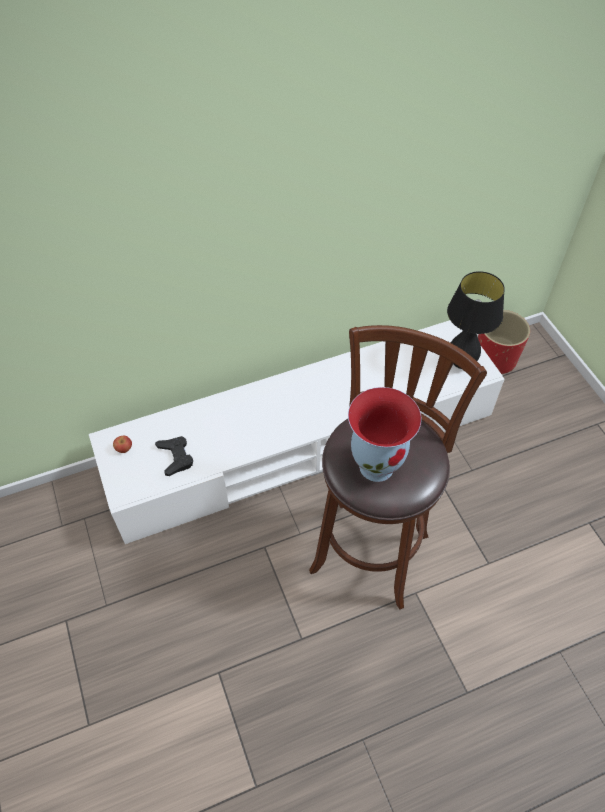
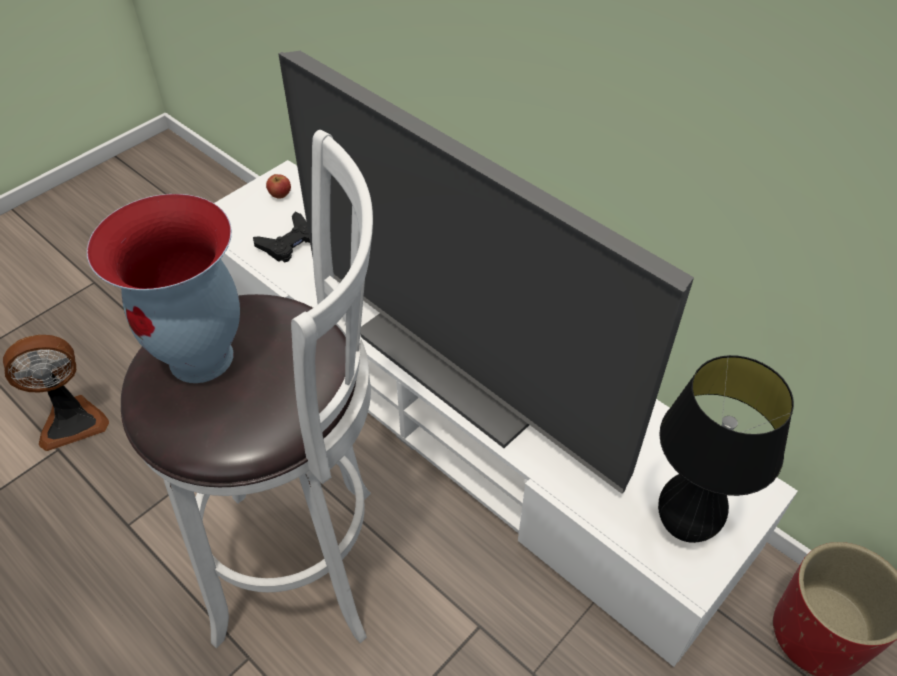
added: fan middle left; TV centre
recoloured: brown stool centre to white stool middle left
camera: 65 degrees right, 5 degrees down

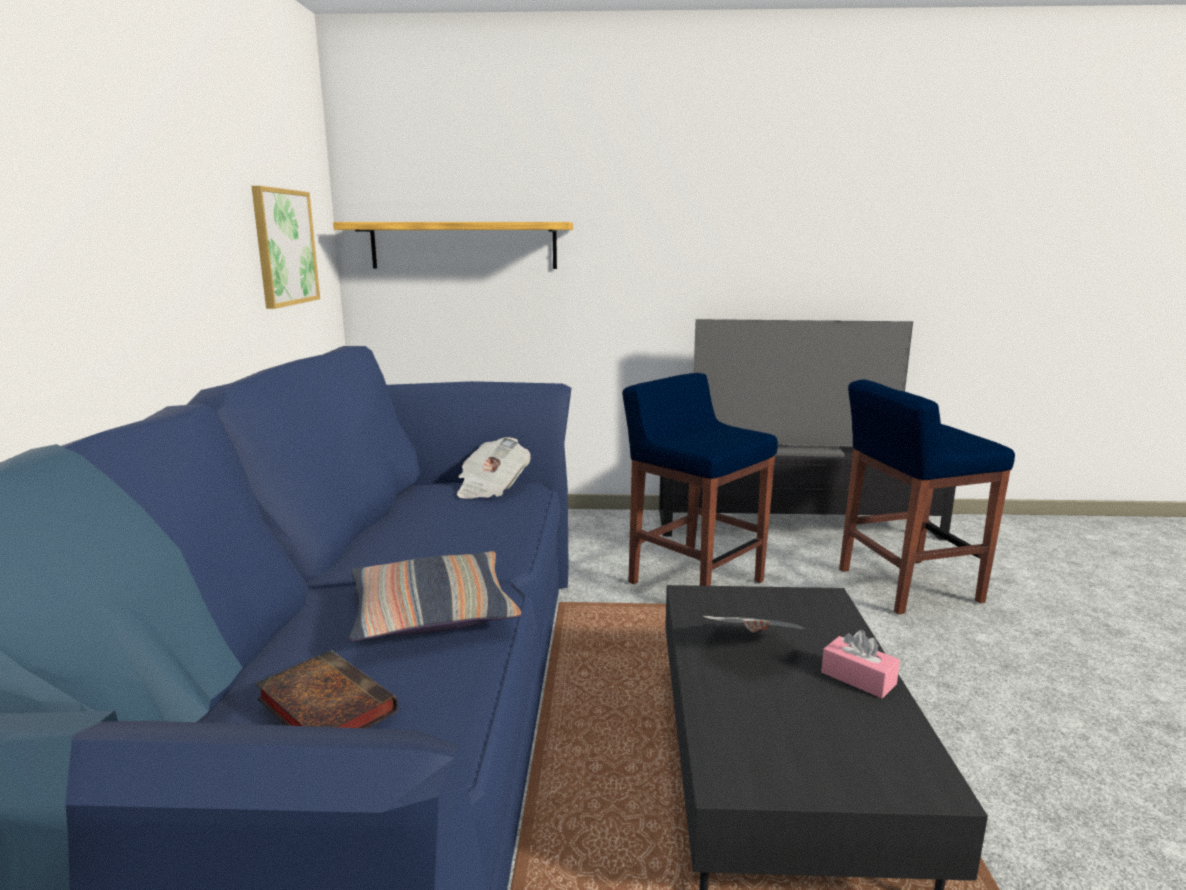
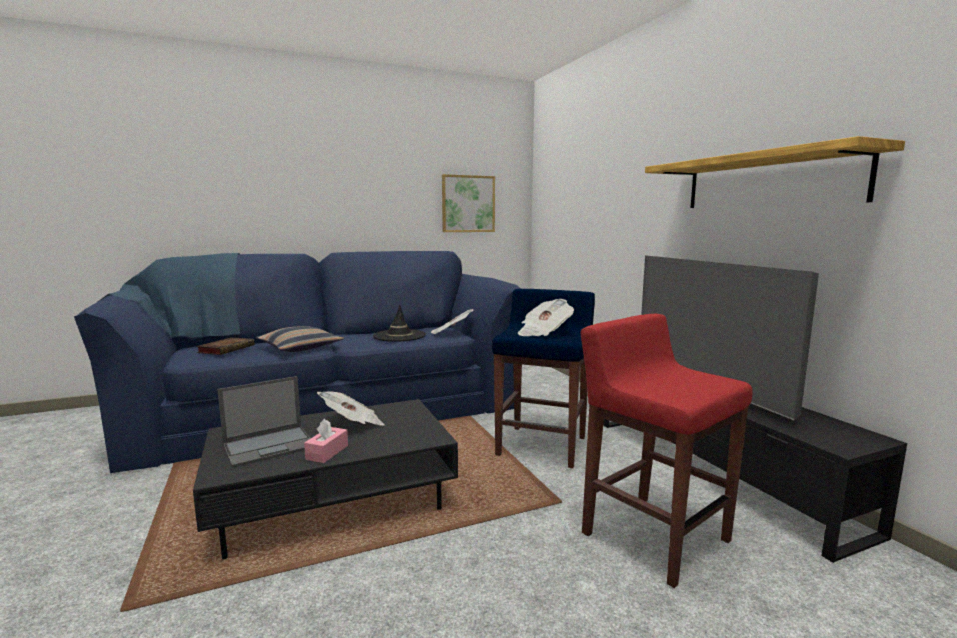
added: laptop middle left; black-coloured hat centre; newspaper (3rd from left) centre
moved: wall shelf top centre to top right
recoloured: blue stool (2nd from left) middle right to reddish stool bottom right
camera: 65 degrees right, 5 degrees down

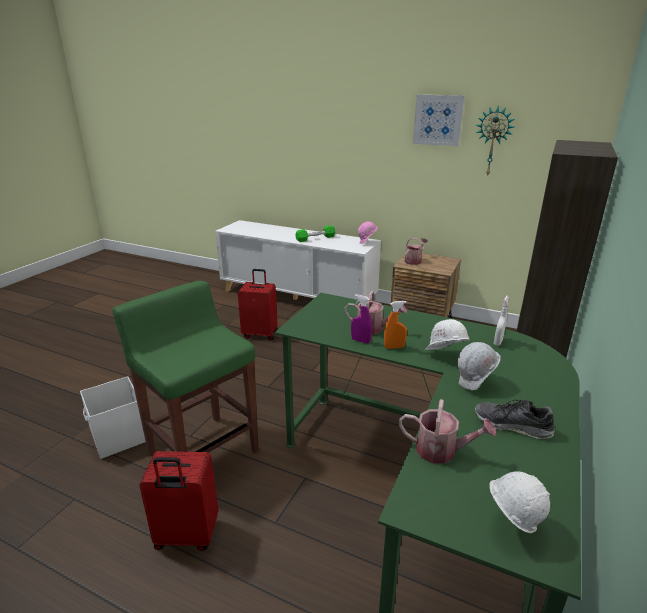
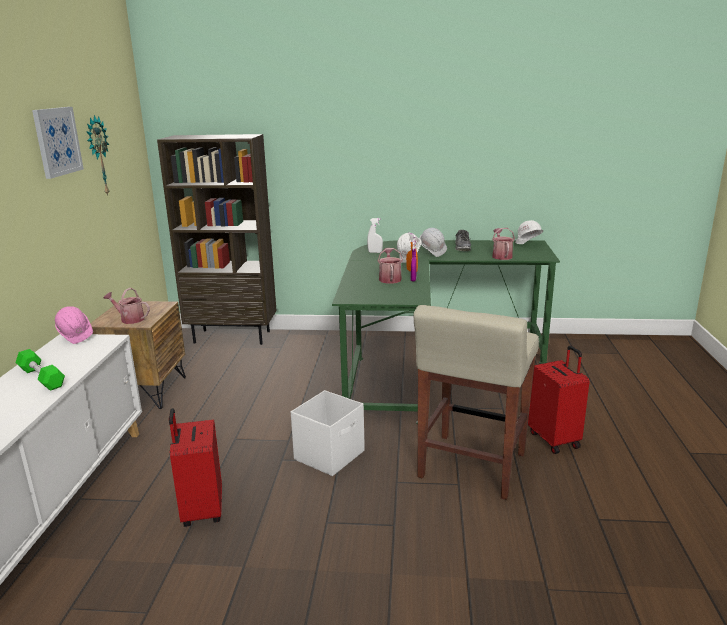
moved: white storage box bottom left to bottom centre
recoloured: greenish stool middle left to beige-coloured stool centre
camera: 110 degrees left, 5 degrees down

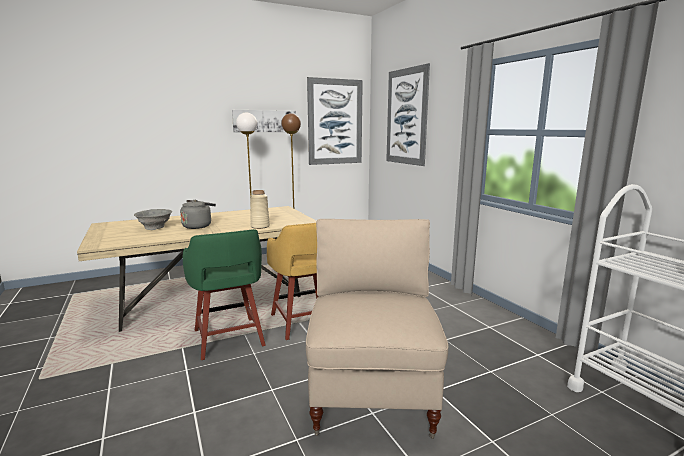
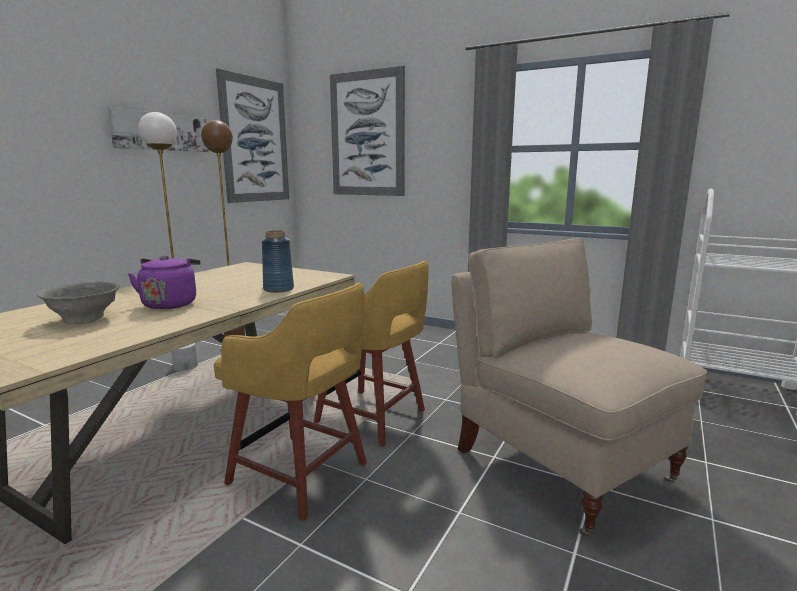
recoloured: gray water kettle middle left to purplish water kettle middle left; greenish stool middle left to yellowish stool (1st from left) bottom centre; beige-coloured decorative vase centre to blue decorative vase centre
camera: 35 degrees left, 0 degrees up

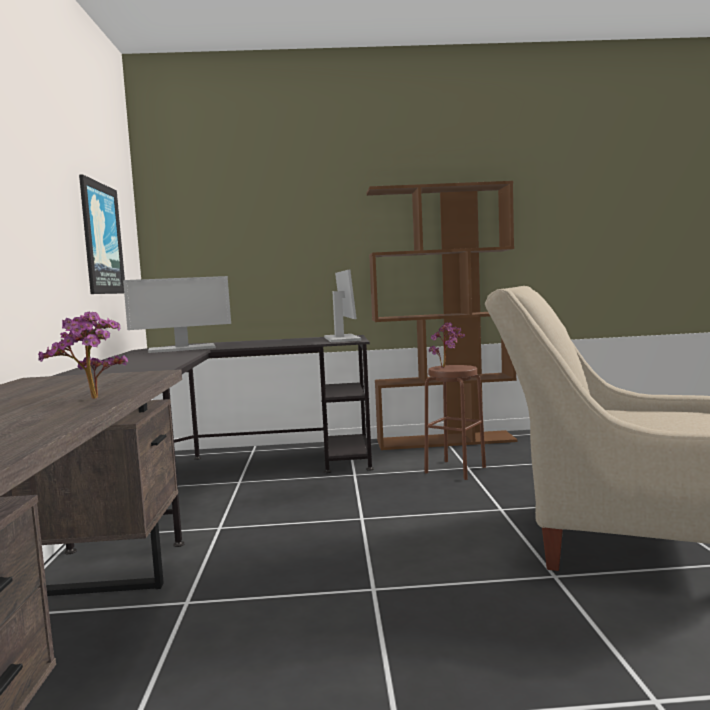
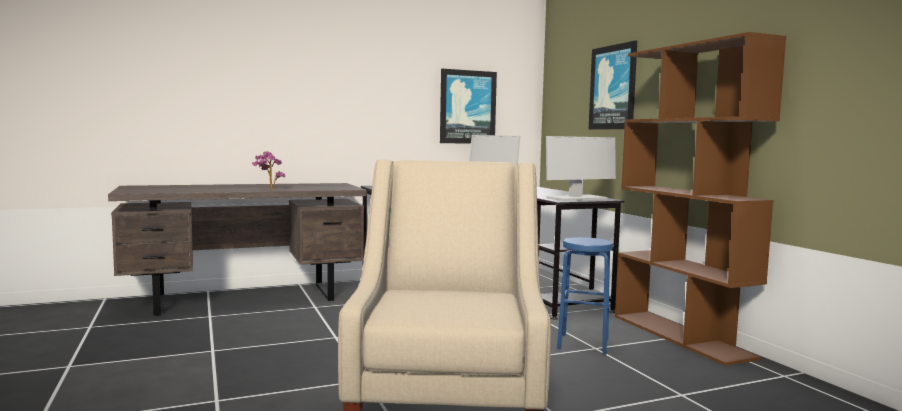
removed: plant in a pot (2nd from left) centre
added: picture (2nd from left) top right
recoloured: brown stool centre to blue stool bottom centre
camera: 70 degrees right, 0 degrees up

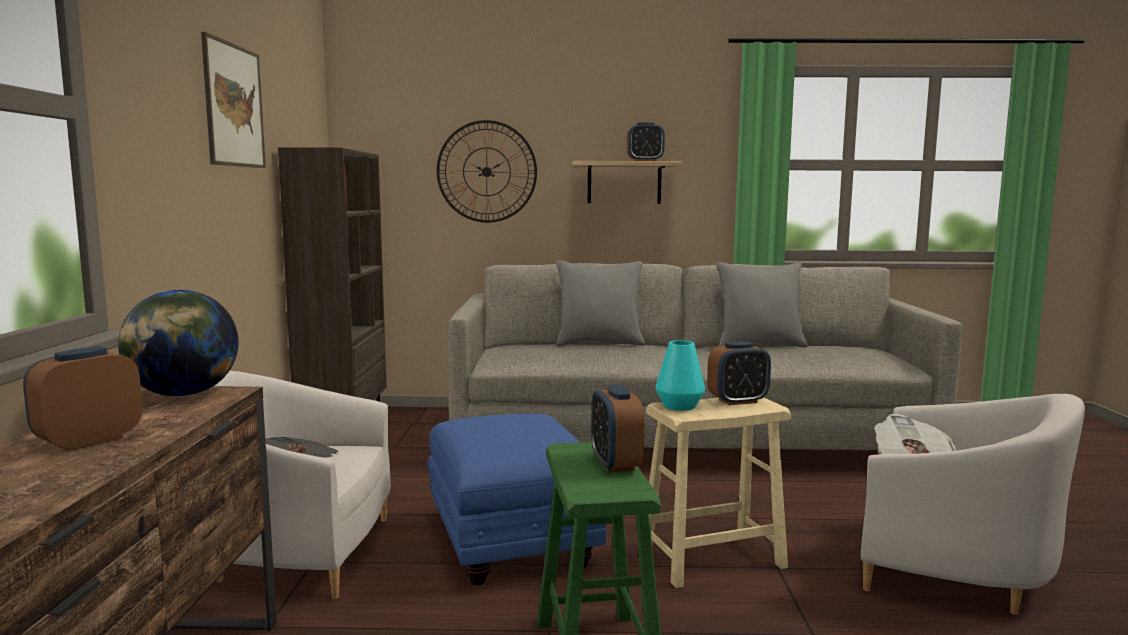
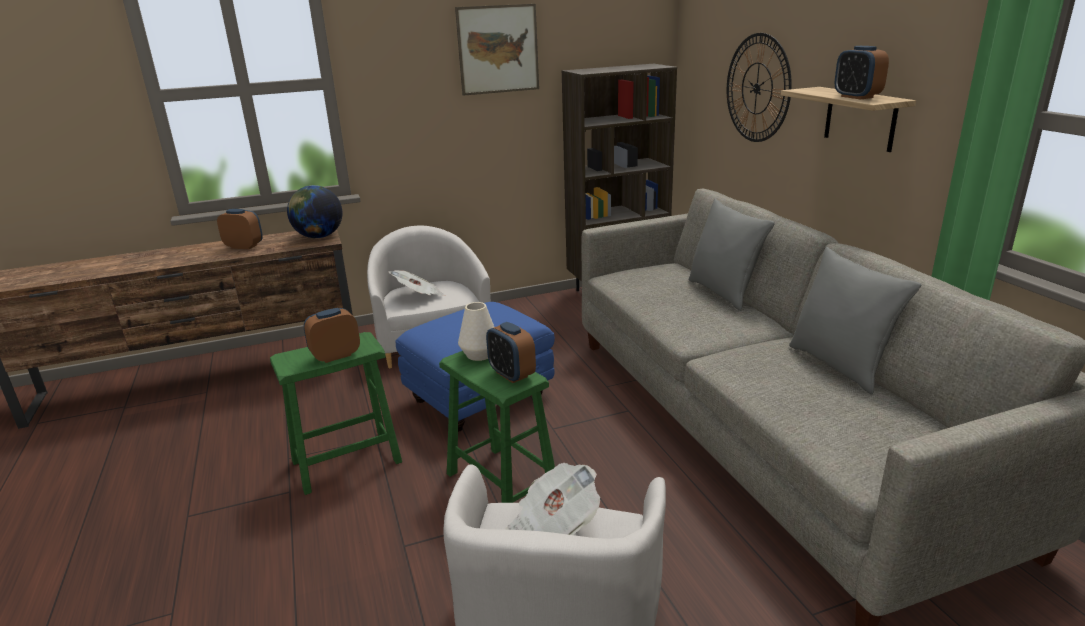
recoloured: beige-coloured stool bottom centre to greenish stool (2nd from left) bottom centre; turquoise-coloured decorative vase centre to white decorative vase centre
camera: 70 degrees right, 15 degrees up

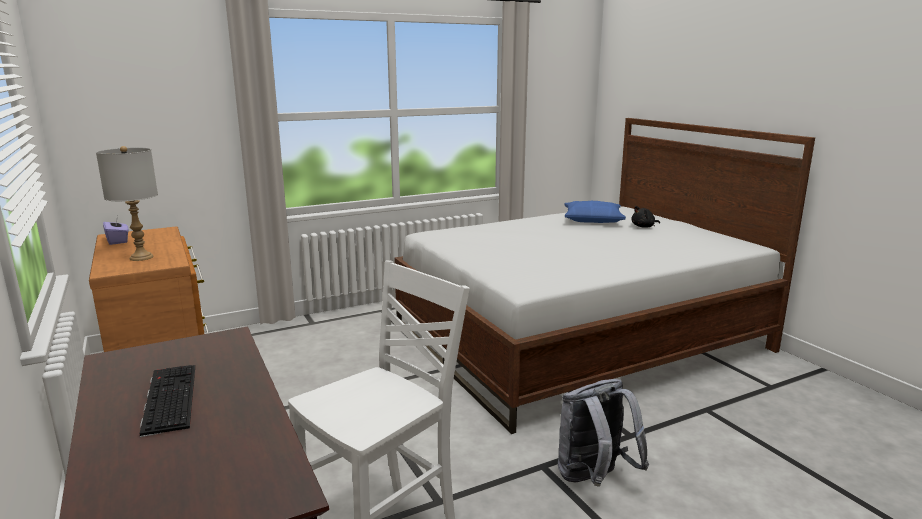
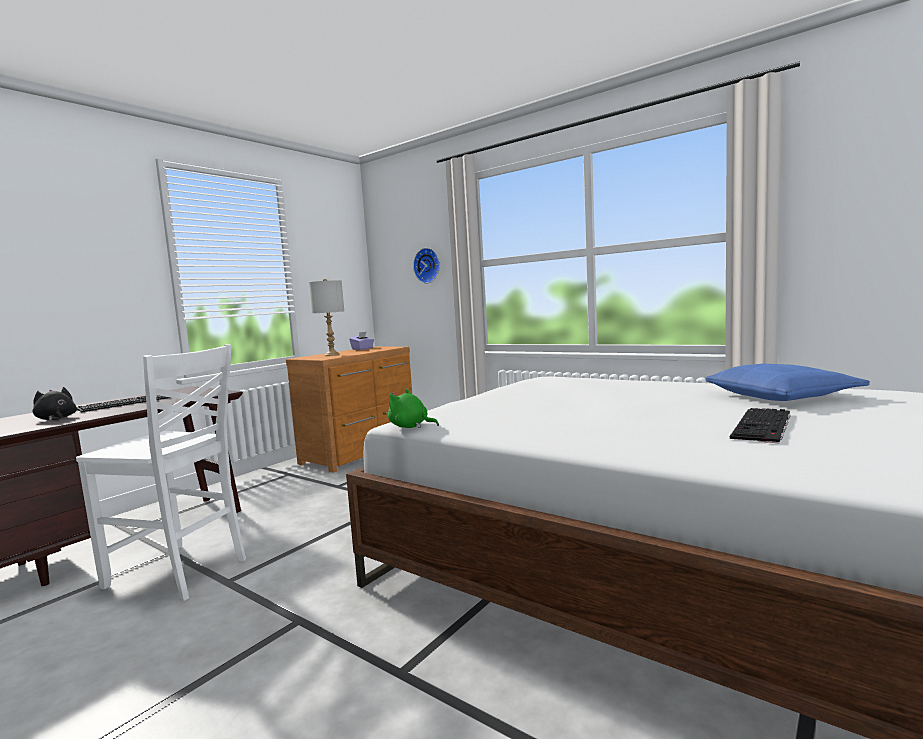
removed: gray backpack bottom centre
added: greenish cuddly toy centre; wall clock centre; computer keyboard (2nd from left) middle right
moved: black-coloured cuddly toy middle right to middle left
camera: 65 degrees right, 10 degrees down

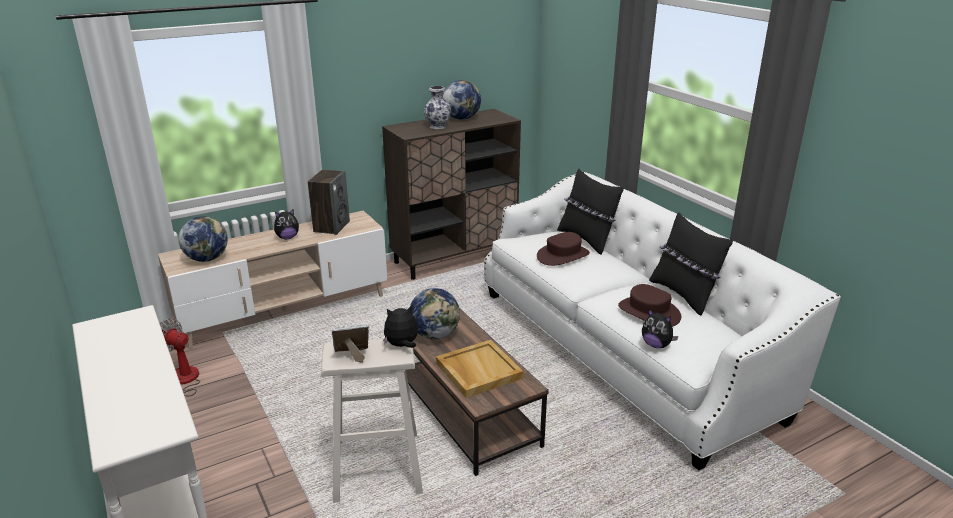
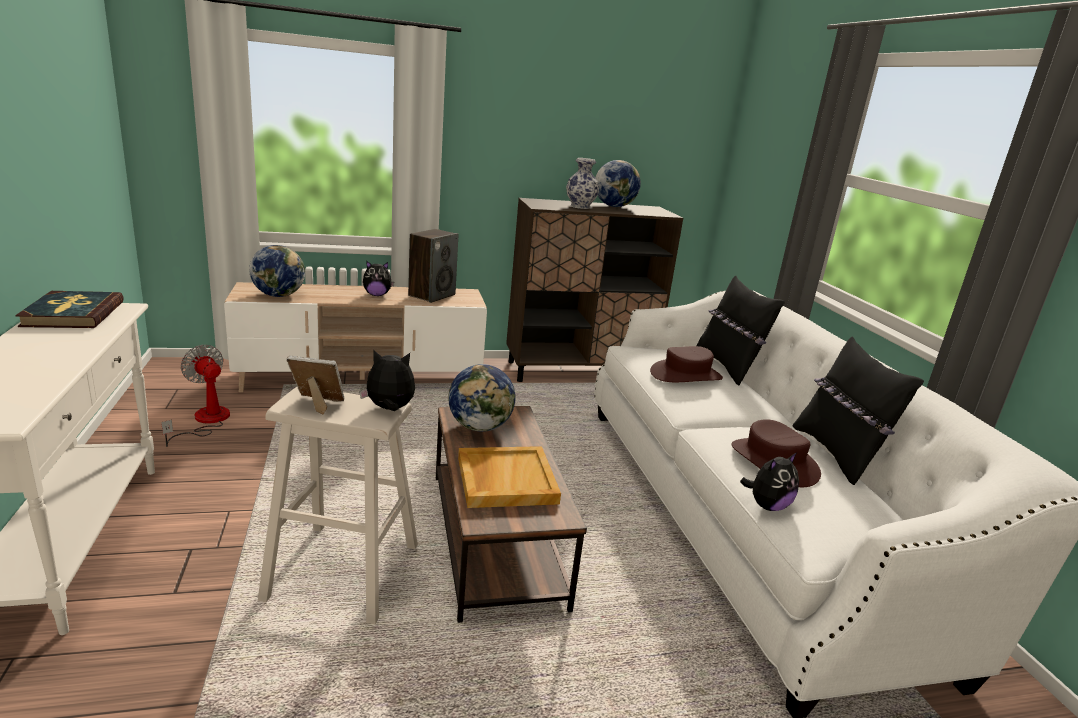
added: book middle left
turned: cuddly toy (3rd from left) middle right = bottom right 90 degrees counterclockwise
camera: 15 degrees right, 5 degrees down

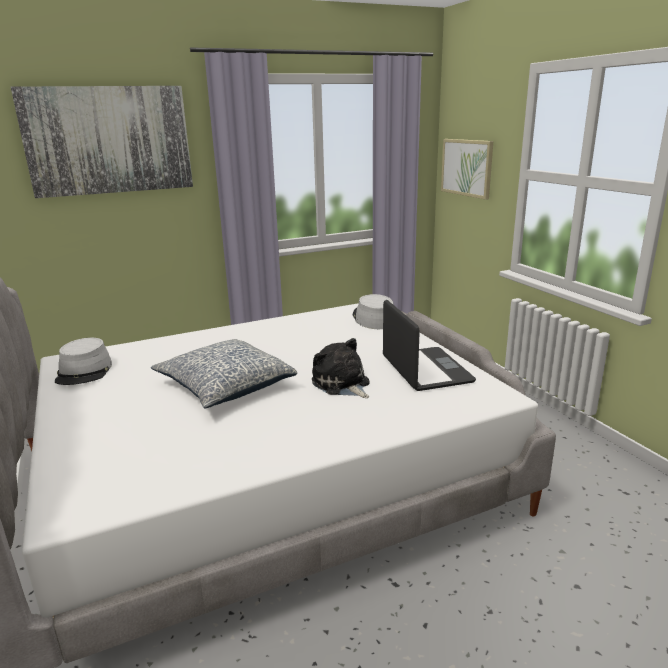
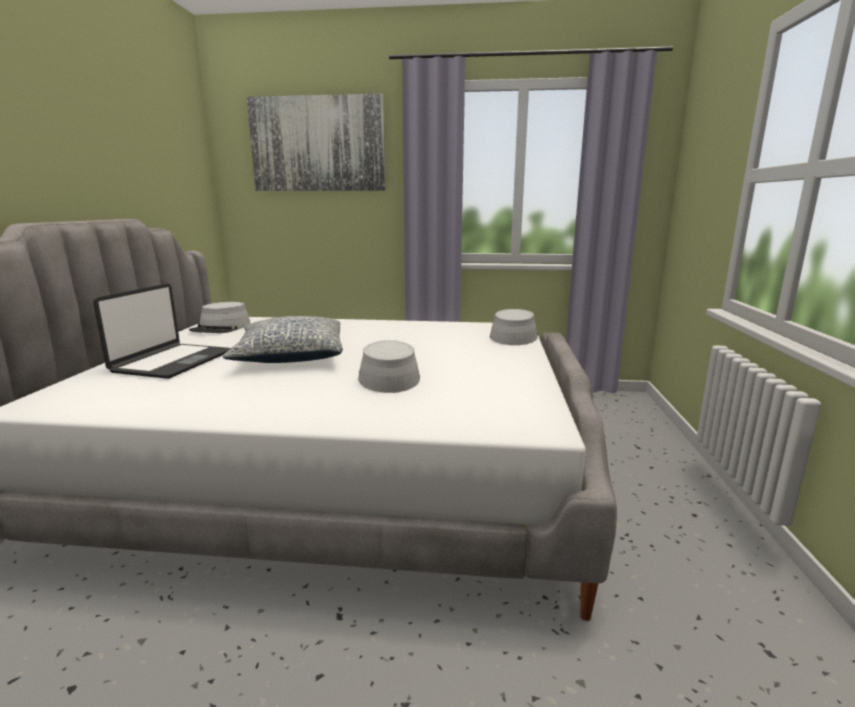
removed: picture (2nd from left) top right
moved: laptop centre to middle left
replaced: cuddly toy centre to gray hat (2nd from left) centre
camera: 30 degrees right, 5 degrees down

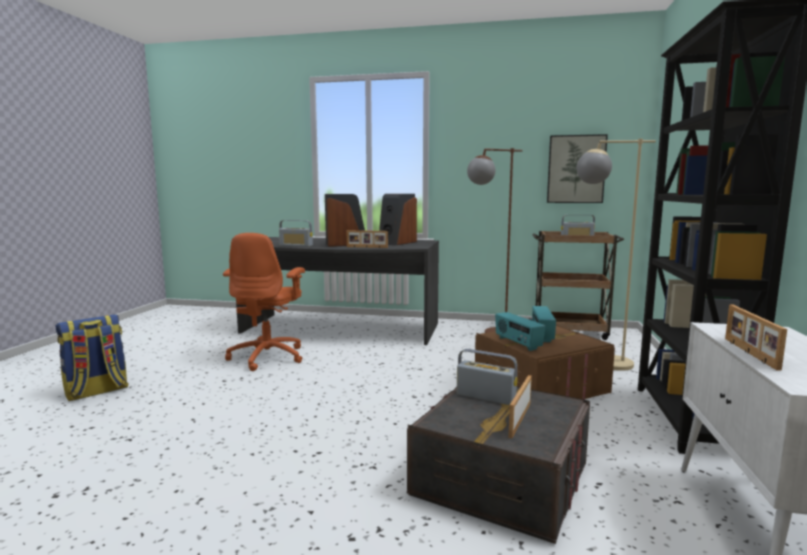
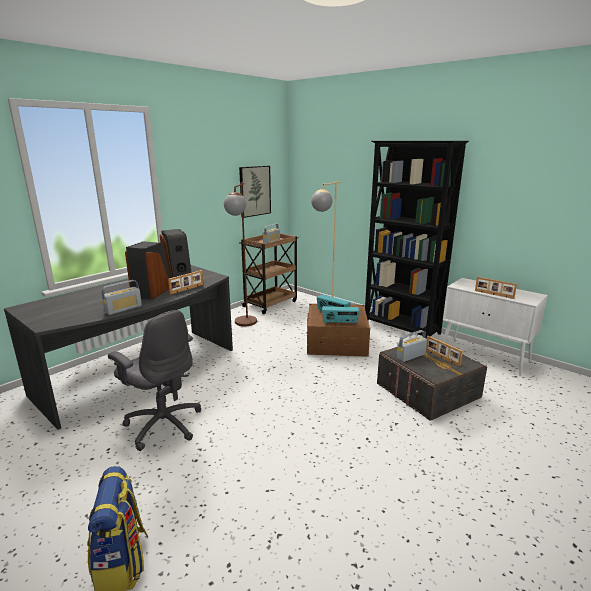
recoloured: orange-coloured computer chair middle left to gray computer chair middle left
camera: 60 degrees left, 10 degrees up

